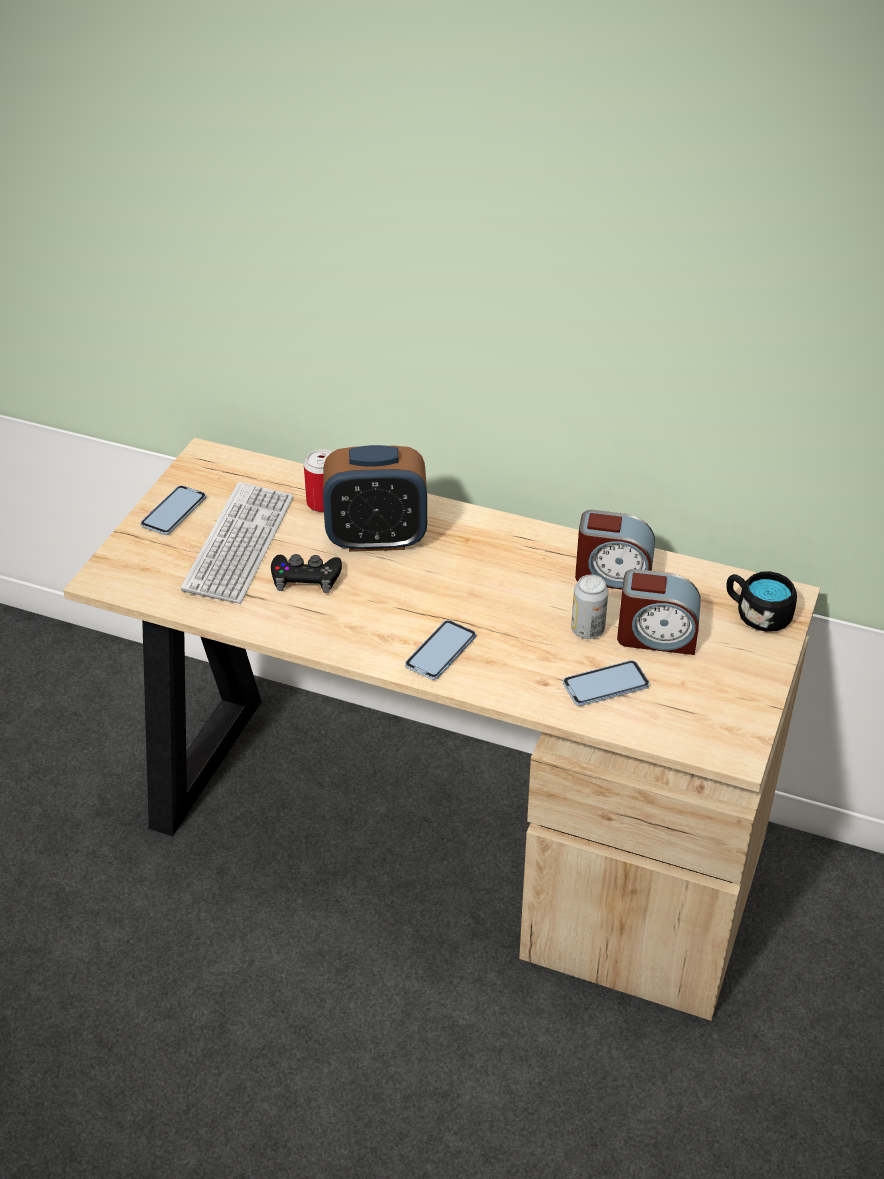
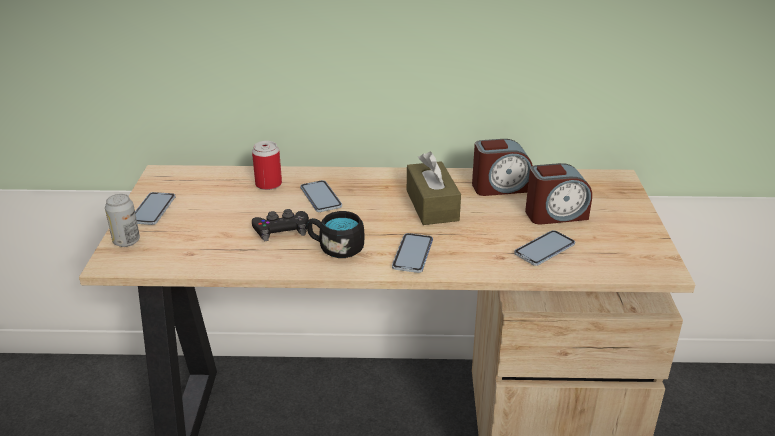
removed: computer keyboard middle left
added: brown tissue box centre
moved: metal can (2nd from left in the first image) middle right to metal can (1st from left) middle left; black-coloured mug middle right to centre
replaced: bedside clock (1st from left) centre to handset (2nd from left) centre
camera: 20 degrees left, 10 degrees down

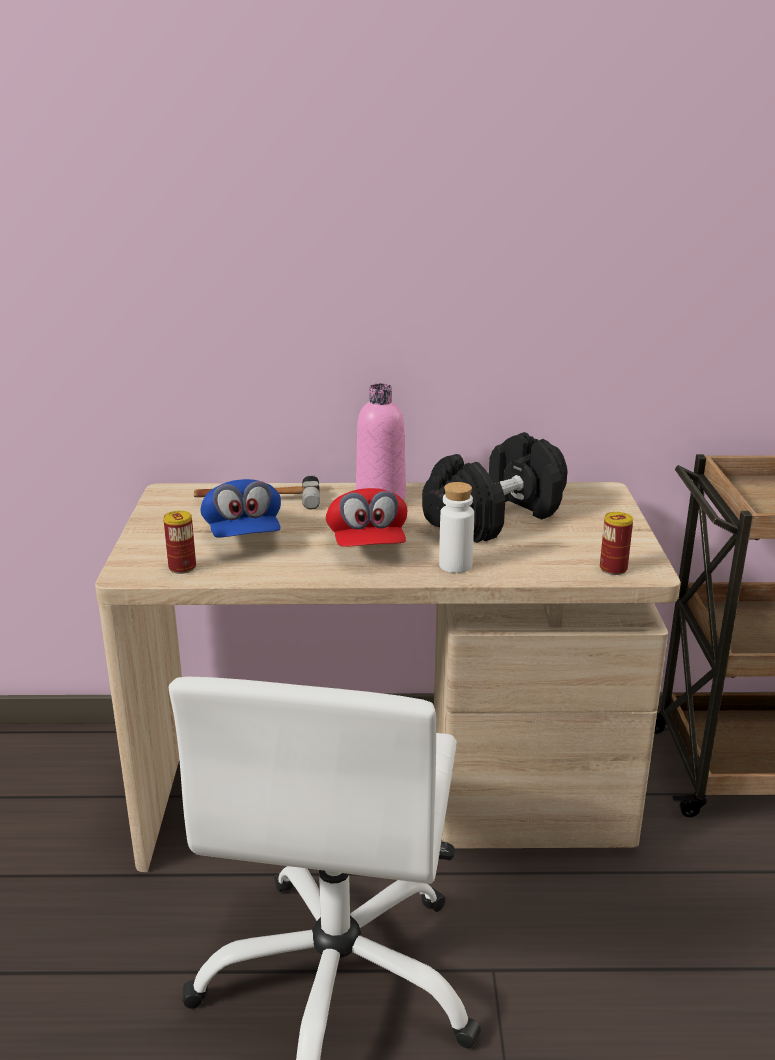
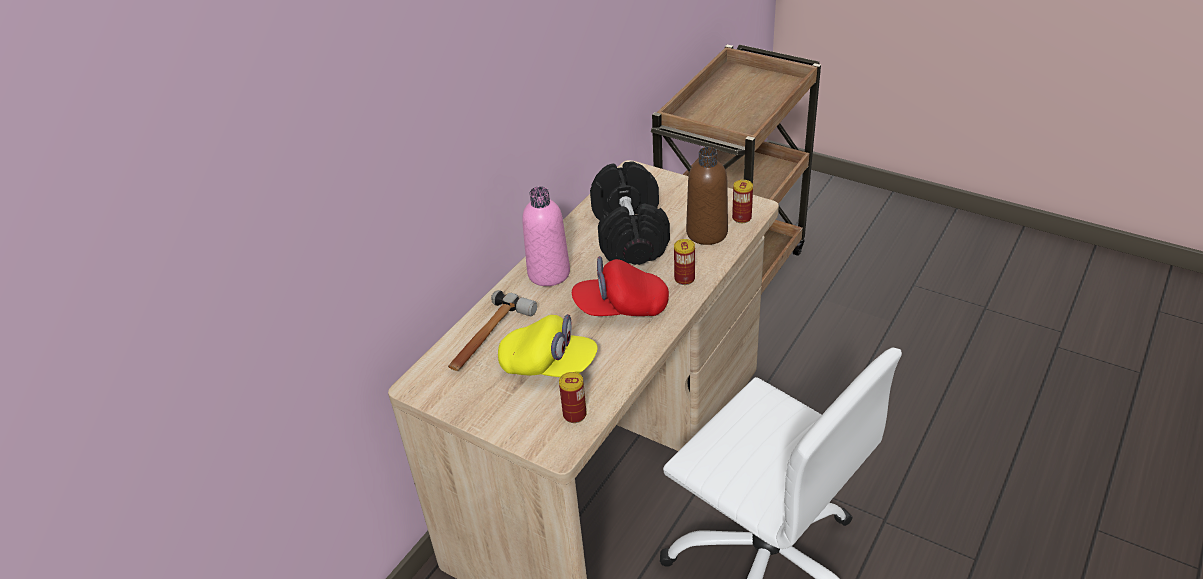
added: brown bottle centre
replaced: white bottle centre to metal can (2nd from left) centre
recoloured: blue cap middle left to yellowish cap centre
turned: reddish cap centre = centre 150 degrees clockwise
camera: 55 degrees left, 15 degrees up

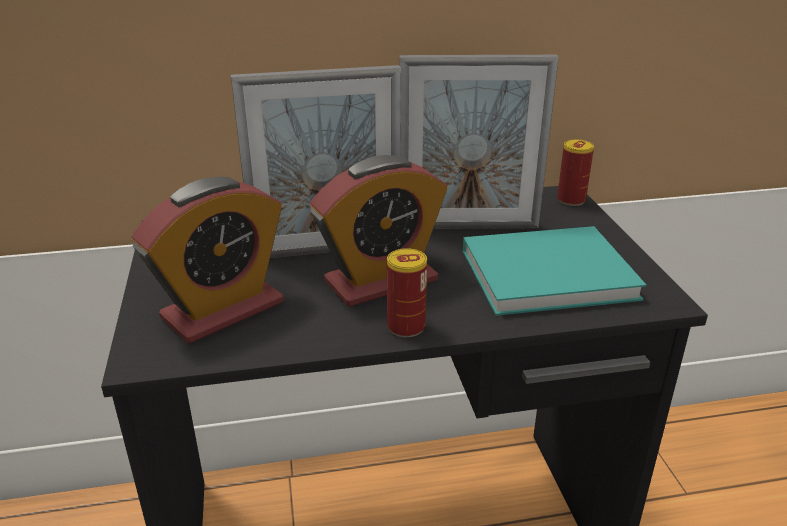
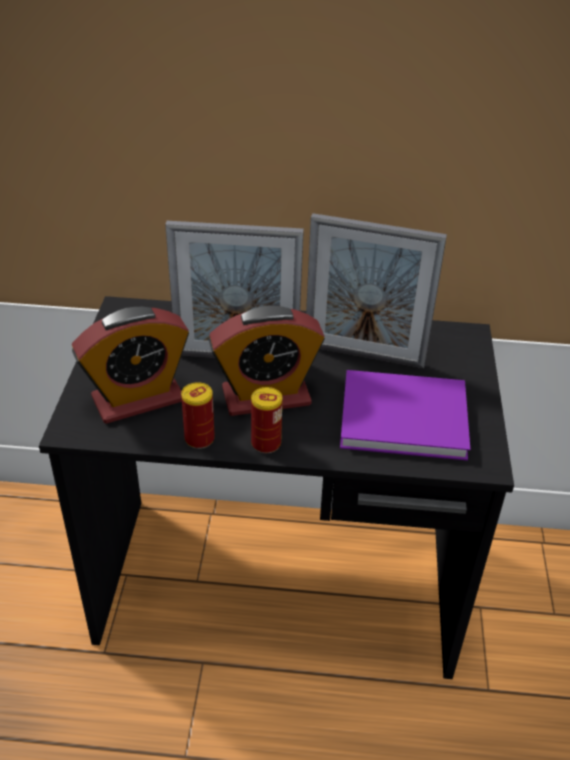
moved: metal can (2nd from left in the first image) top right to metal can (1st from left) centre
recoloured: turquoise-coloured book middle right to purplish book middle right
camera: 15 degrees right, 10 degrees up

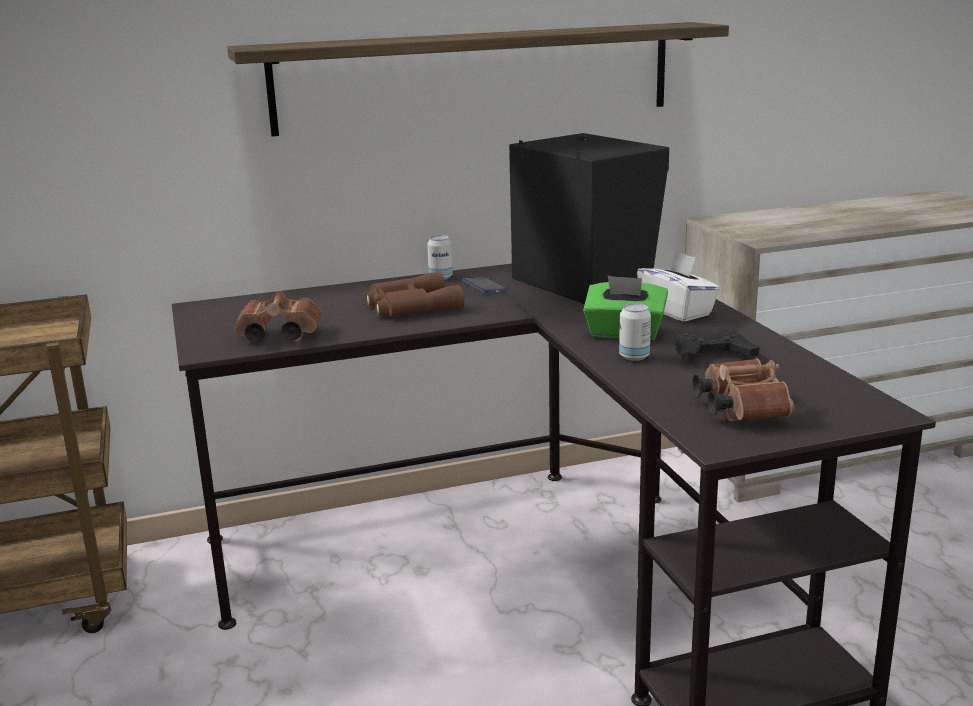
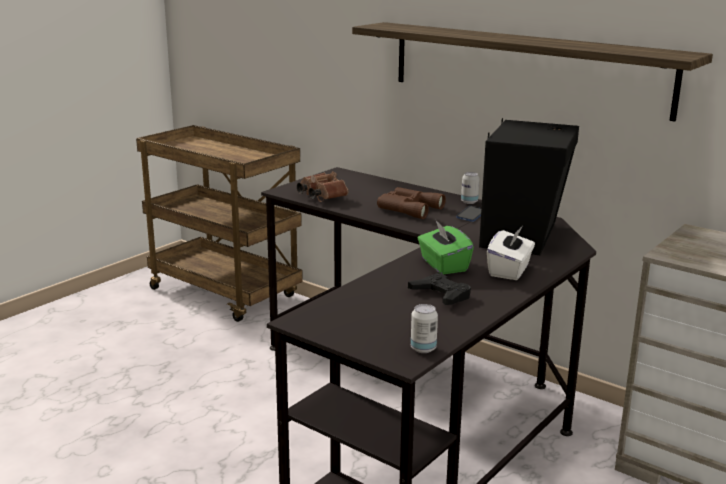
removed: brown field glasses (3rd from left) middle right
moved: metal can (2nd from left in the first image) centre to metal can (1st from left) bottom centre
camera: 55 degrees right, 0 degrees up

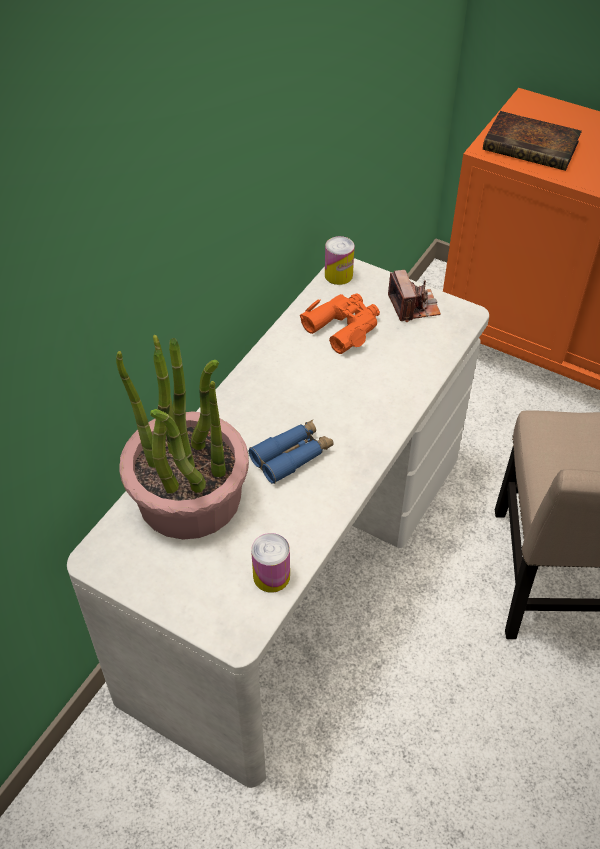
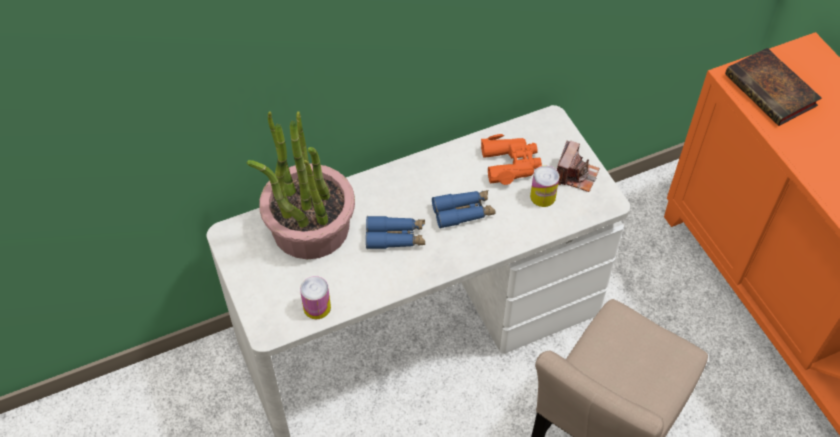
added: blue field glasses (2nd from left) centre
moved: metal can (2nd from left) top centre to centre
camera: 35 degrees right, 5 degrees up

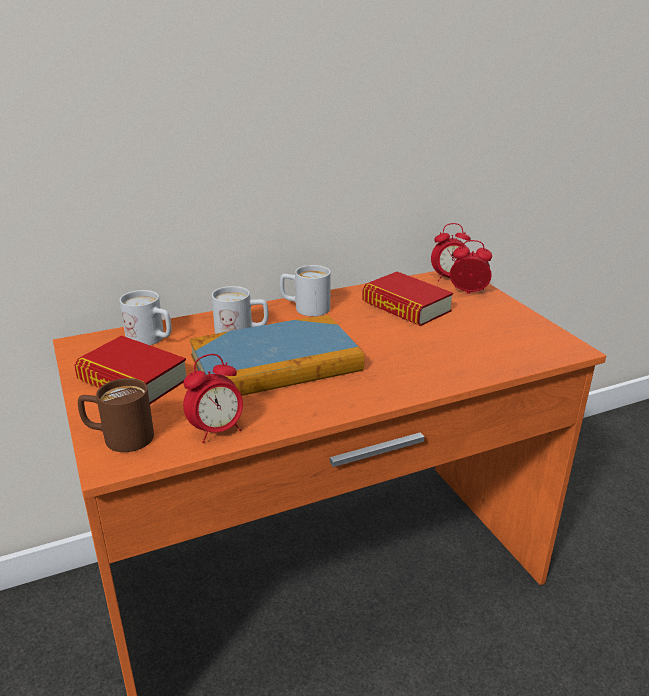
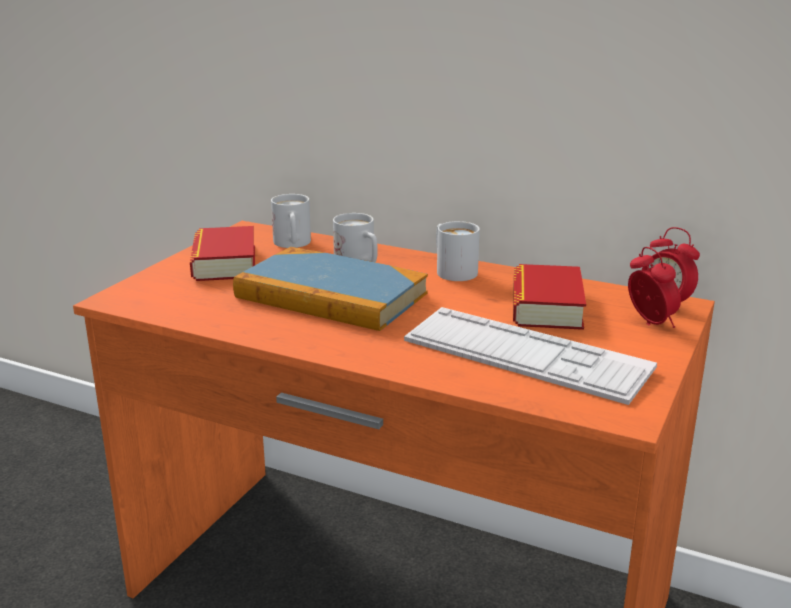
removed: brown mug middle left; bedside clock (1st from left) middle left
added: computer keyboard middle right
camera: 50 degrees right, 5 degrees down

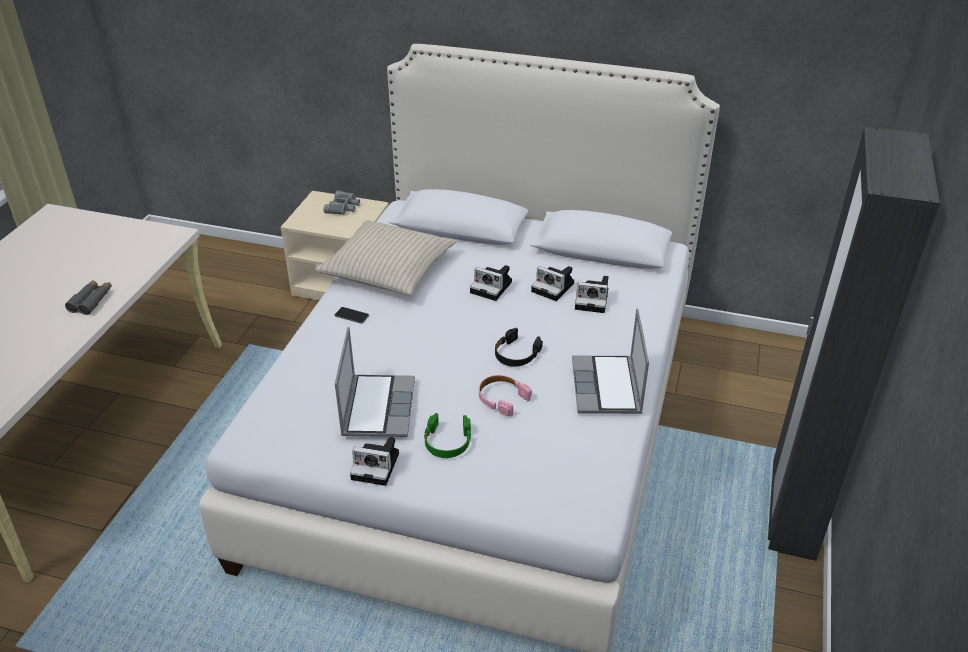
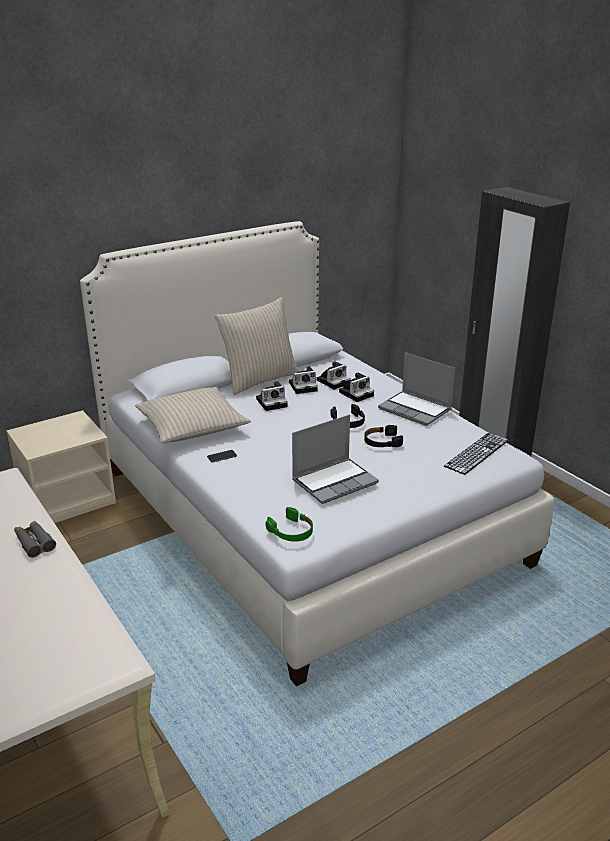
removed: gray field glasses (2nd from left) top centre
added: beige-coloured pillow (2nd from left) centre; computer keyboard middle right
moved: still camera (1st from left in the first image) bottom centre to still camera (4th from left) centre; greenish pair of headphones bottom centre to centre
recoloured: pink-coloured pair of headphones centre to black-coloured pair of headphones (2nd from left) centre
turned: laptop (1st from left) centre = centre 105 degrees clockwise
camera: 50 degrees left, 10 degrees down

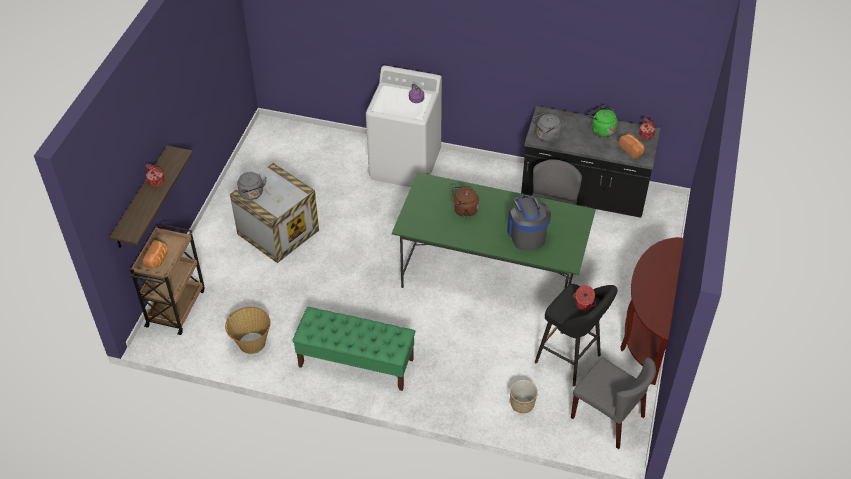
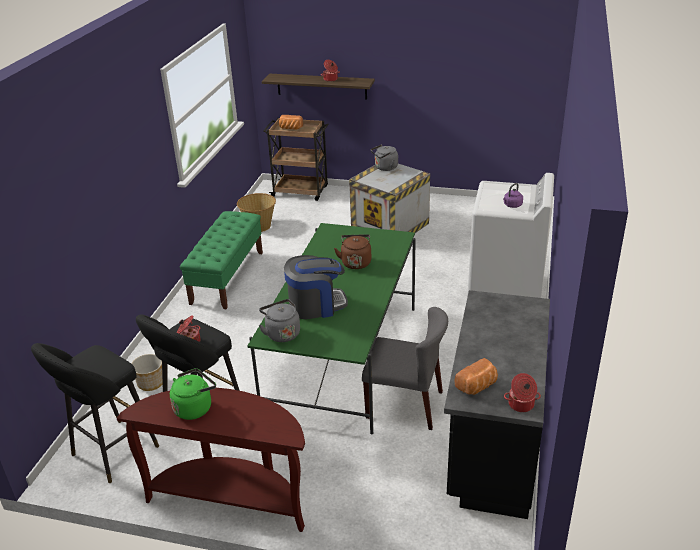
moved: gray water kettle (2nd from left in the first image) top centre to gray water kettle (1st from left) centre; greenish water kettle top right to bottom left
replaced: gray upright chair (2nd from left) bottom right to black-coloured stool (1st from left) bottom left
camera: 90 degrees right, 15 degrees down

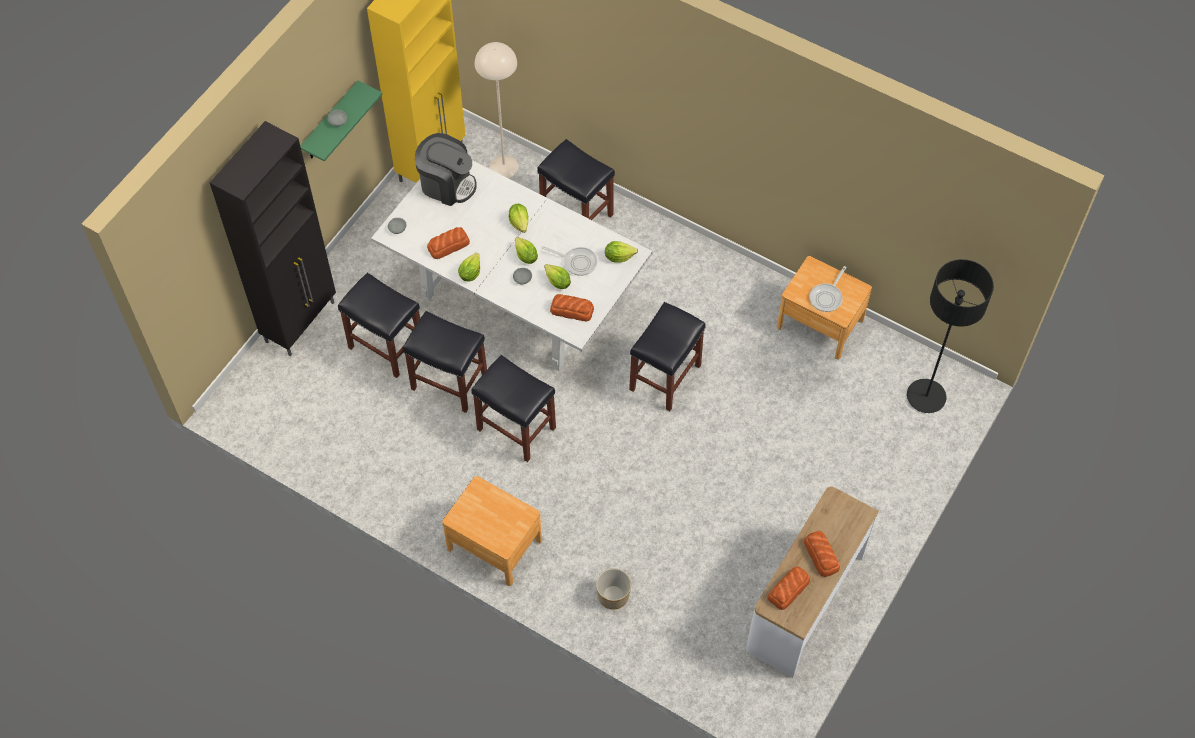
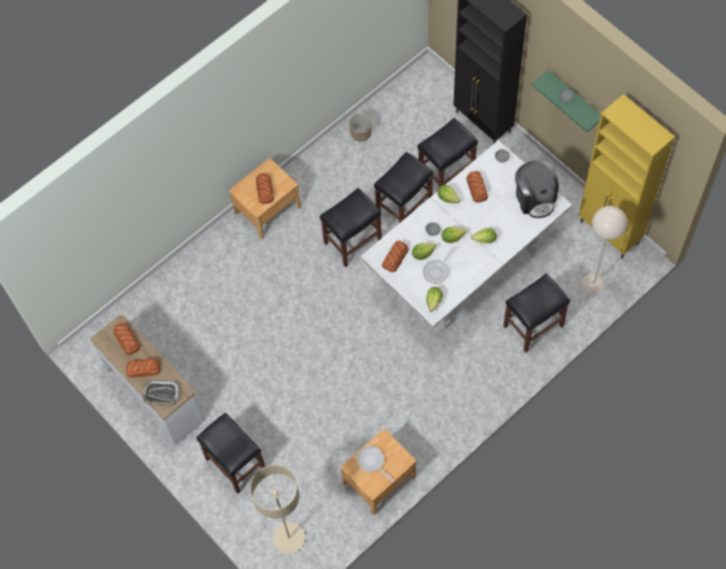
added: carrying tray bottom left; baked bread (3rd from left) top centre
moved: flower pot bottom centre to top centre; black-coloured stool (5th from left in the first image) centre to black-coloured stool (1st from left) bottom left
recoloured: black-coloured floor lamp middle right to beige-coloured floor lamp (1st from left) bottom centre
turned: coffee maker top centre = top right 60 degrees counterclockwise
camera: 110 degrees right, 5 degrees up

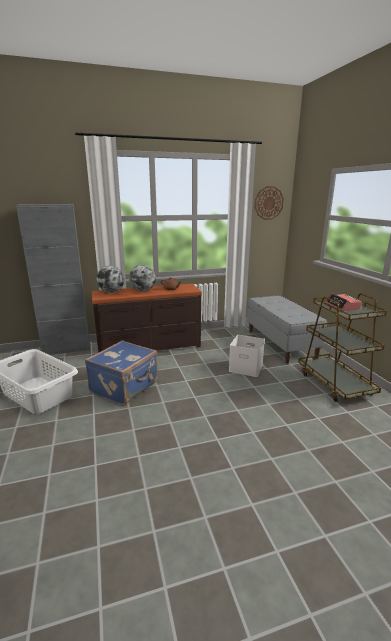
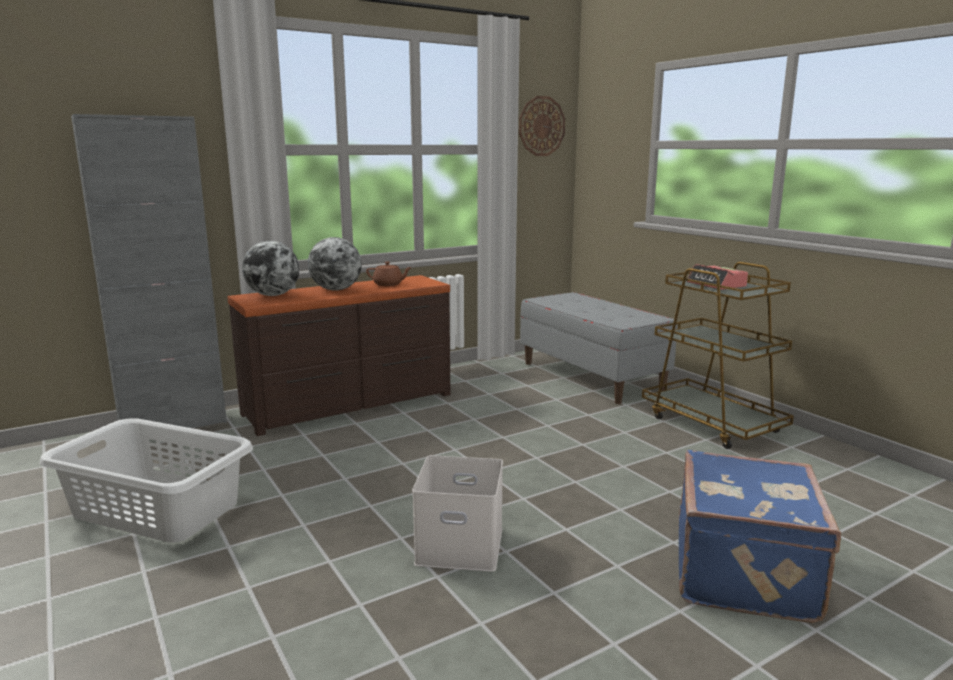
moved: blue suitcase middle left to bottom right; white storage box centre to bottom centre
camera: 15 degrees left, 5 degrees down

